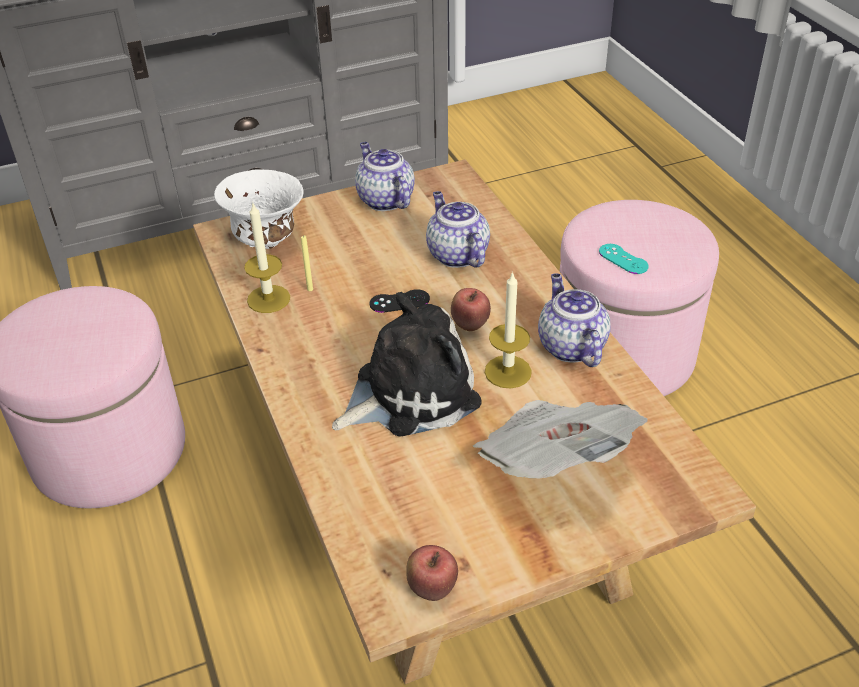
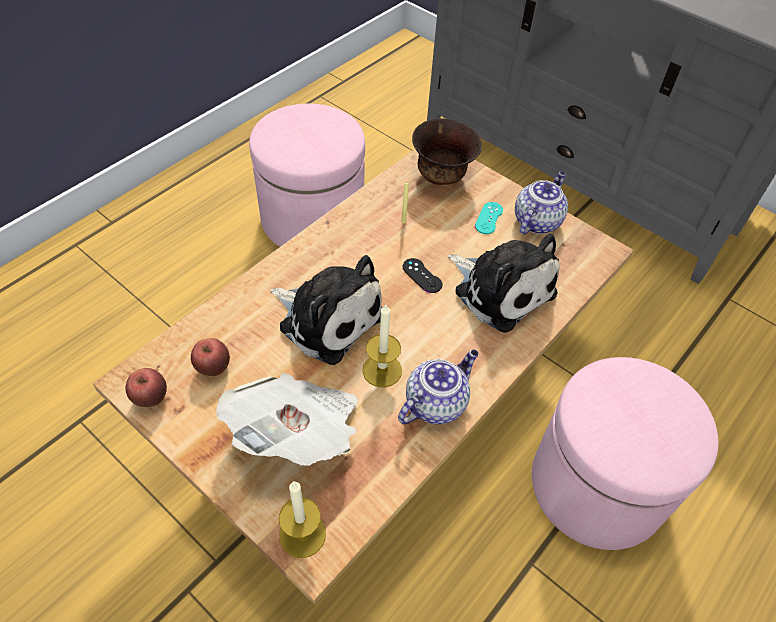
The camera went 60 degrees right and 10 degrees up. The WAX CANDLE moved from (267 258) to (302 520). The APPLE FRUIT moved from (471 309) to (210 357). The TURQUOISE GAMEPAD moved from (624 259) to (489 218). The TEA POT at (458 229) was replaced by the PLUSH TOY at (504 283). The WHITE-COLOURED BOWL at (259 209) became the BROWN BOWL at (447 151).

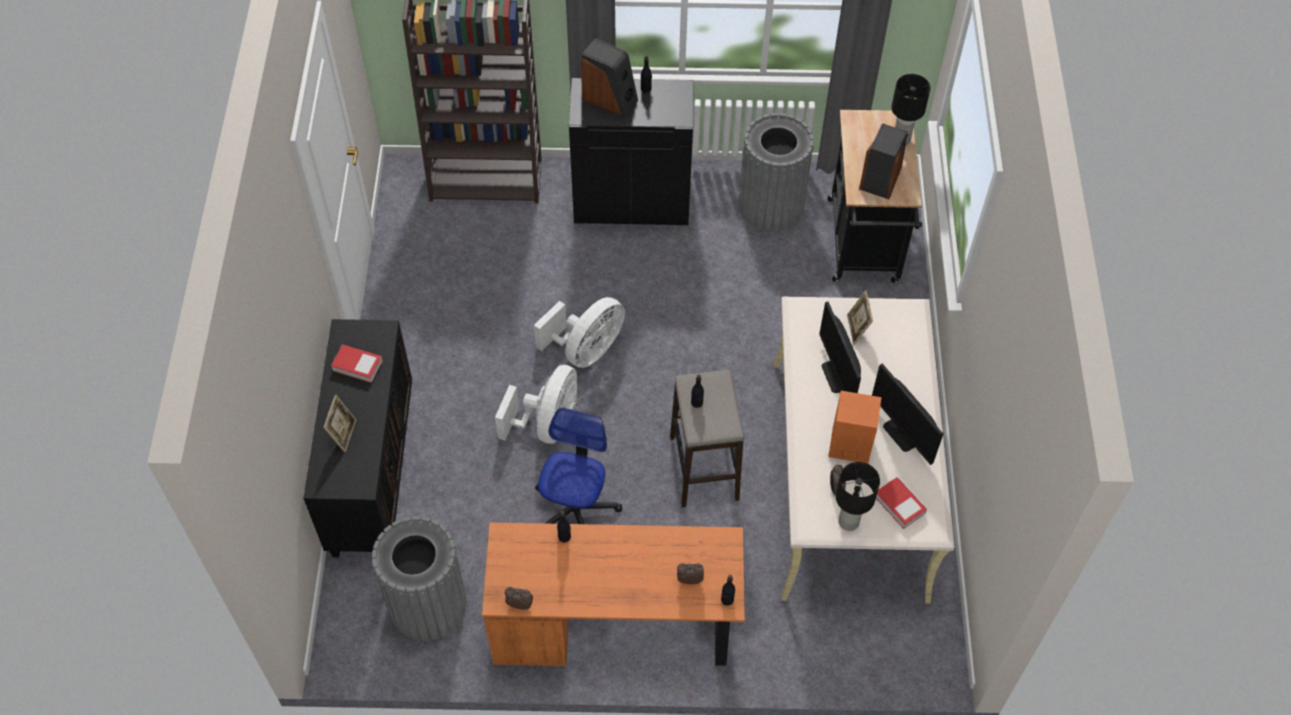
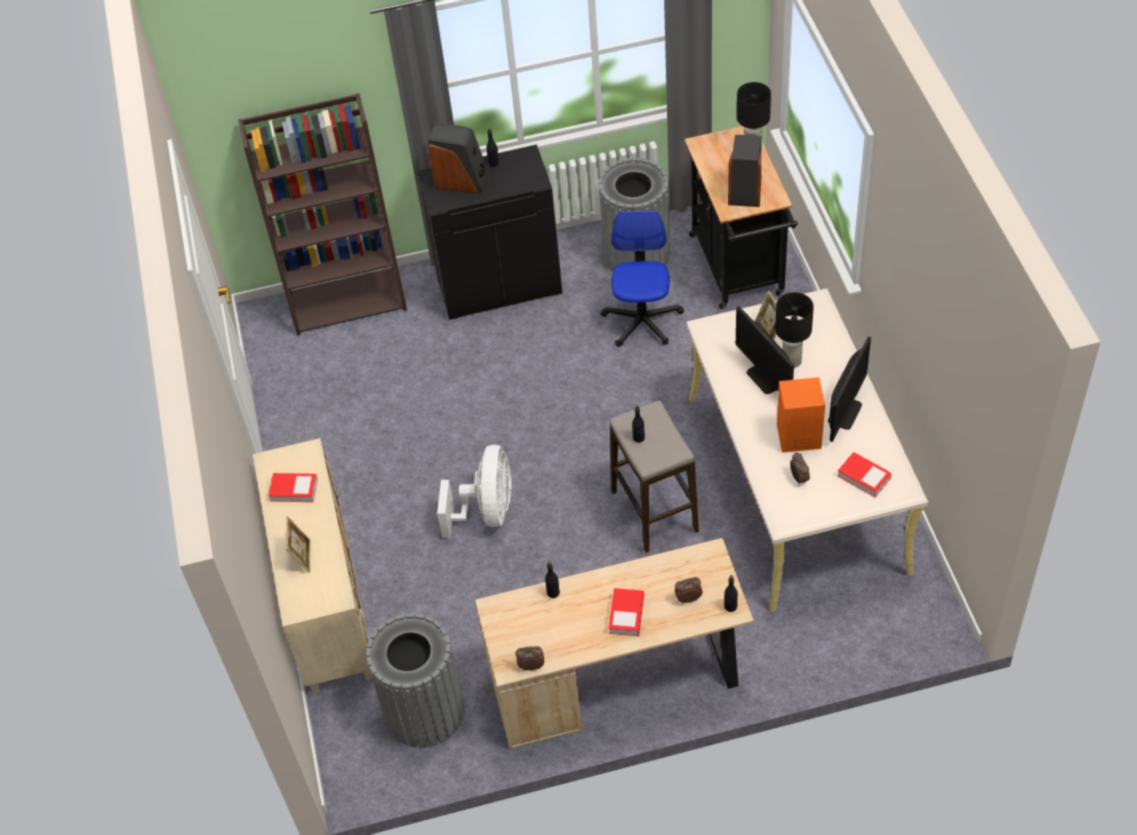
The camera went 10 degrees left and 5 degrees down. The WHITE-COLOURED FAN at (579 332) disappeared. The BOOK at (626 612) appeared. The COMPUTER CHAIR moved from (578 465) to (642 278). The BLACKISH TABLE LAMP moved from (858 496) to (794 330). The BLACKISH STORAGE CABINET at (357 438) became the SAND-COLOURED STORAGE CABINET at (312 566). The ORANGEY DESK at (613 594) became the SAND-COLOURED DESK at (614 643). The COMPUTER DISPLAY at (907 414) turned 105 degrees counterclockwise.

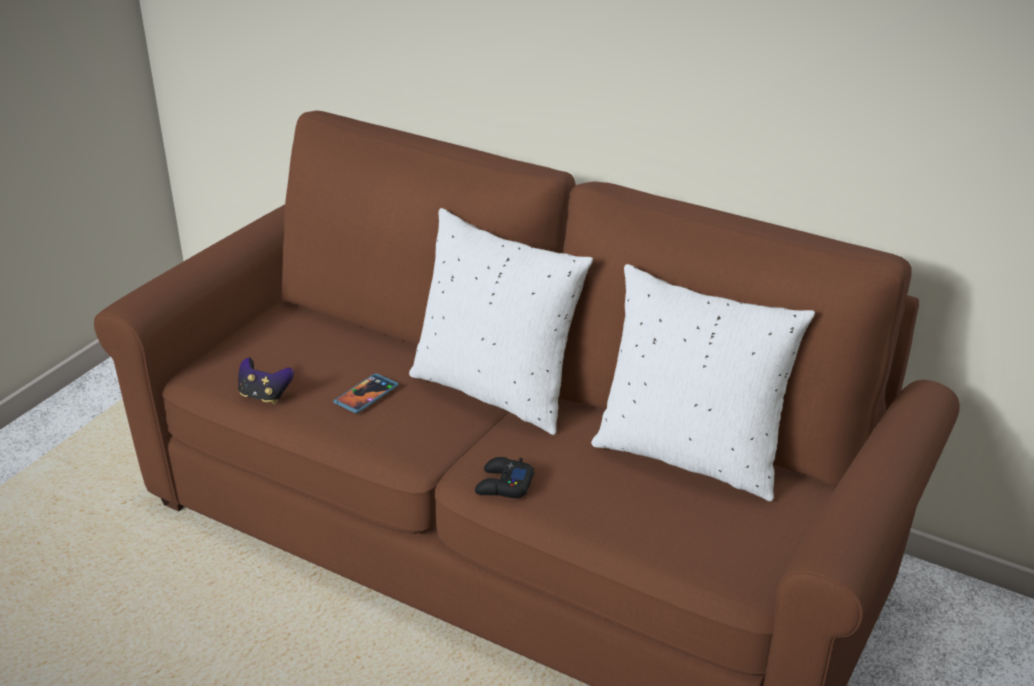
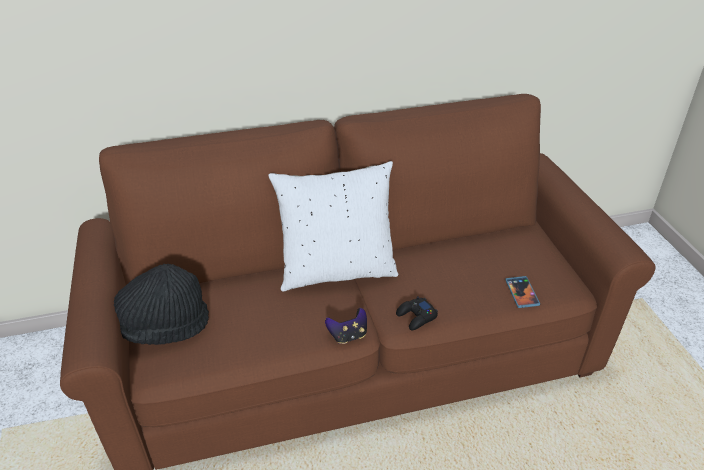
The camera went 45 degrees left and 5 degrees up. The WHITE-COLOURED PILLOW at (703 382) disappeared. The BLACKISH WEARABLE HAT at (161 304) appeared. The GAMEPAD moved from (266 381) to (346 326). The PHONE moved from (366 393) to (522 292).

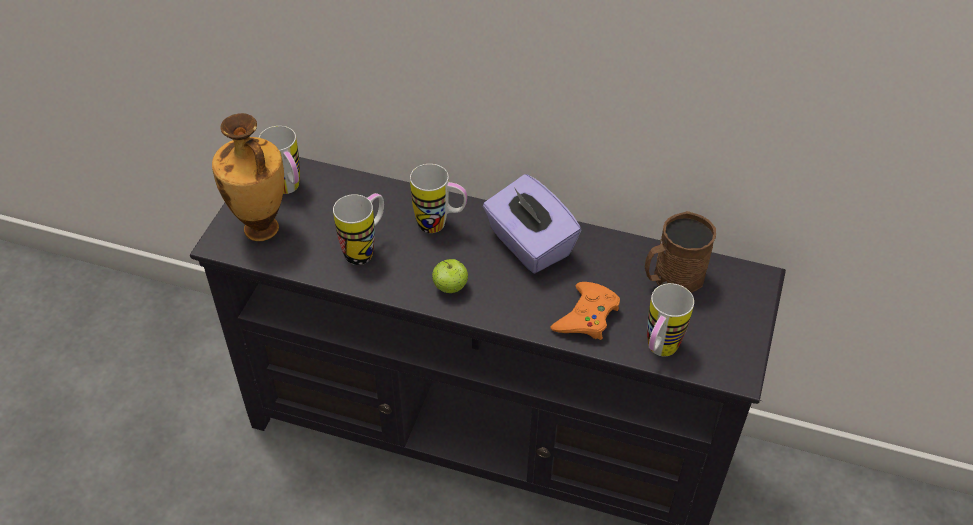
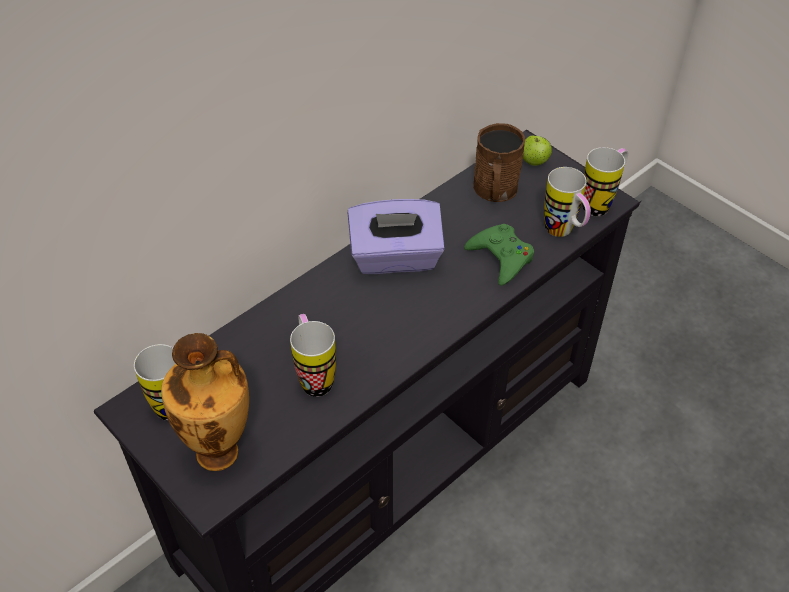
The camera went 60 degrees left and 0 degrees up. The COFFEE MUG moved from (438 198) to (605 181). The APPLE FRUIT moved from (450 276) to (537 151). The ORANGEY GAMEPAD at (585 311) became the GREEN-COLOURED GAMEPAD at (499 255).

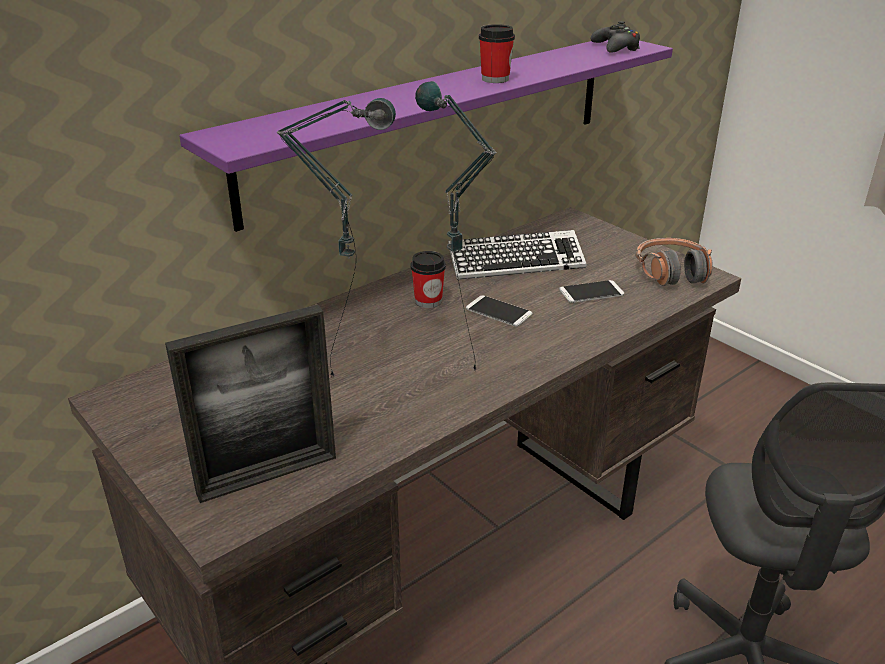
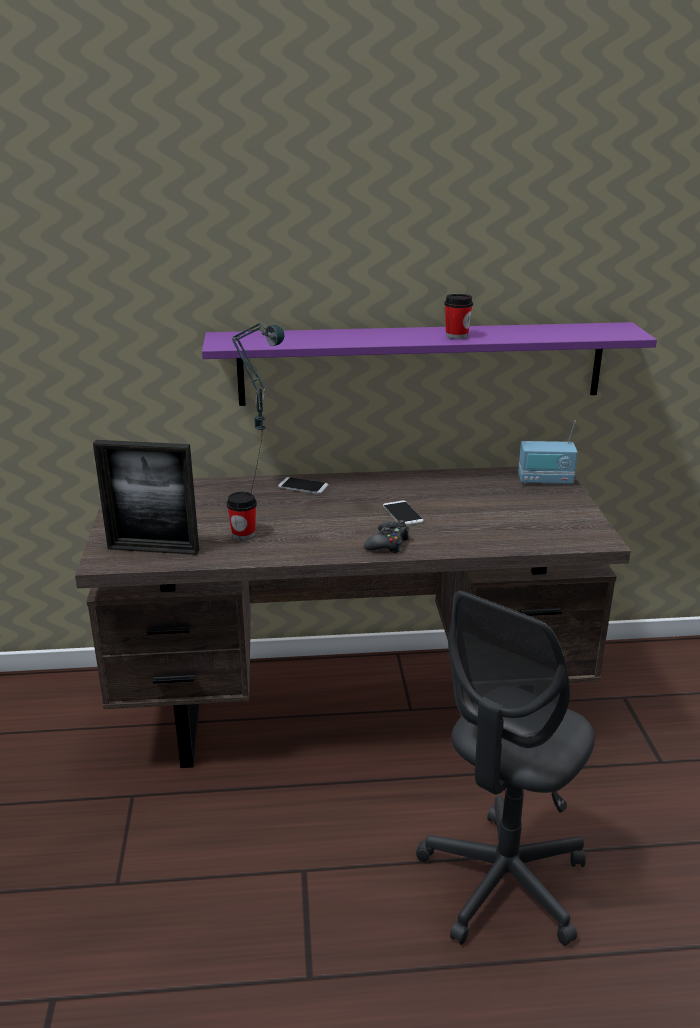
The camera went 35 degrees right and 5 degrees down. The TABLE LAMP at (456 226) disappeared. The COMPUTER KEYBOARD at (517 255) disappeared. The HEADSET at (674 262) disappeared. The RADIO at (548 453) appeared. The CUP moved from (428 279) to (242 516). The PHONE moved from (591 291) to (303 485). The BLACKISH GAMEPAD moved from (615 37) to (387 536).

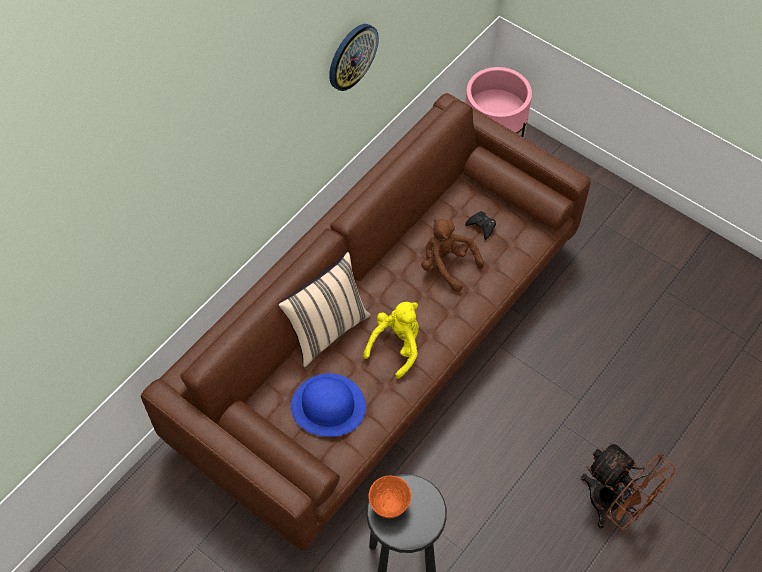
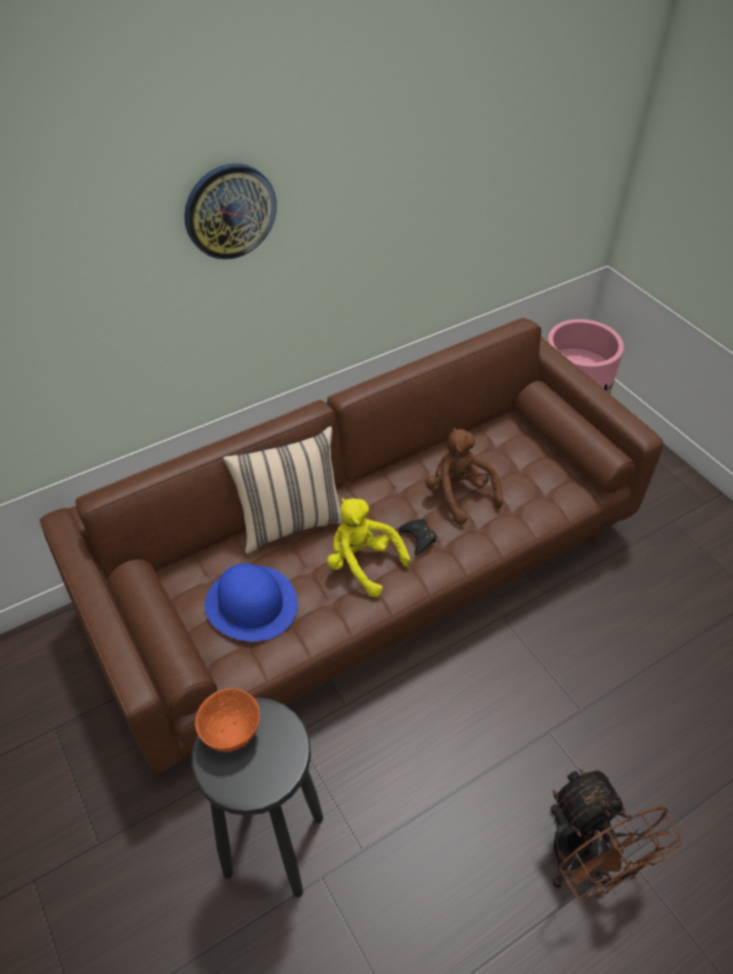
The camera went 20 degrees right and 10 degrees down. The HANGING CLOCK moved from (354 57) to (230 211). The BLACKISH GAMEPAD moved from (480 225) to (417 537). The YELLOW-COLOURED PLUSH TOY at (391 340) turned 105 degrees counterclockwise.

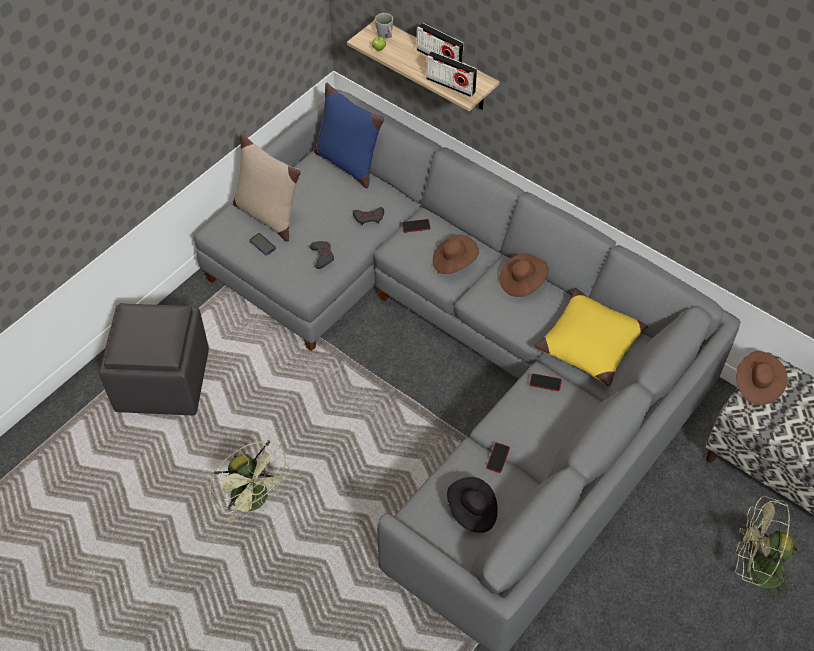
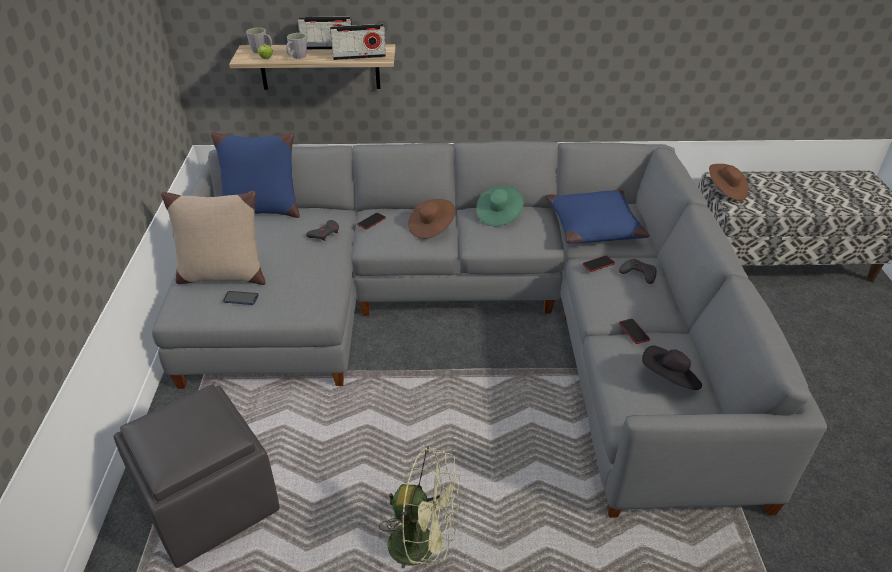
The camera went 40 degrees left and 15 degrees down. The GREEN-COLOURED FAN at (767 549) disappeared. The GREY COFFEE MUG at (296 46) appeared. The GREY GAMEPAD moved from (322 255) to (638 271). The BROWN WEARABLE HAT at (524 275) became the GREEN-COLOURED WEARABLE HAT at (500 206). The YELLOW-COLOURED PILLOW at (591 337) became the BLUE PILLOW at (597 216).

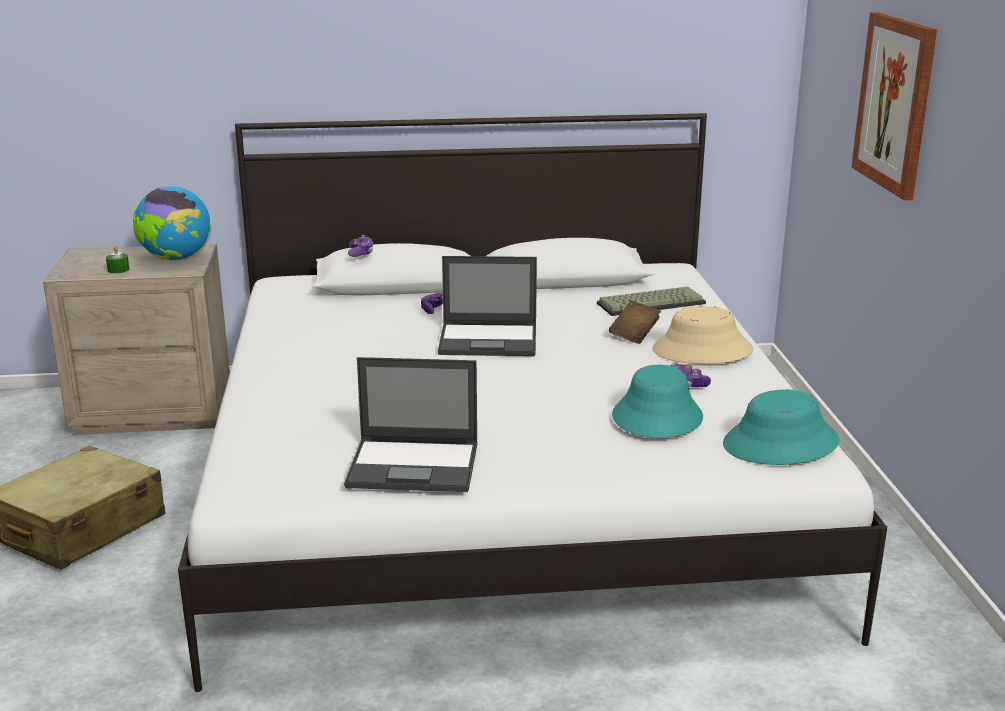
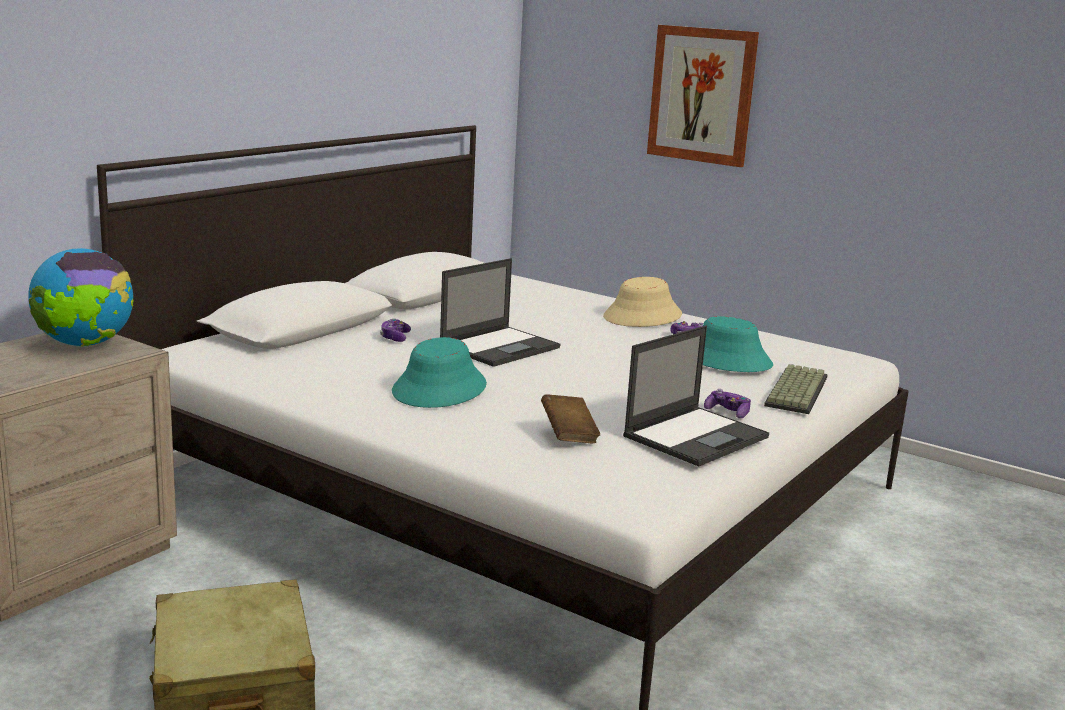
The camera went 50 degrees left and 5 degrees down. The GREEN-COLOURED WAX CANDLE at (117 259) disappeared. The GAMEPAD moved from (360 246) to (727 403). The COMPUTER KEYBOARD moved from (651 301) to (796 389). The BROWN BOOK moved from (635 322) to (570 418). The TURQUOISE WEARABLE HAT moved from (781 427) to (439 372).

